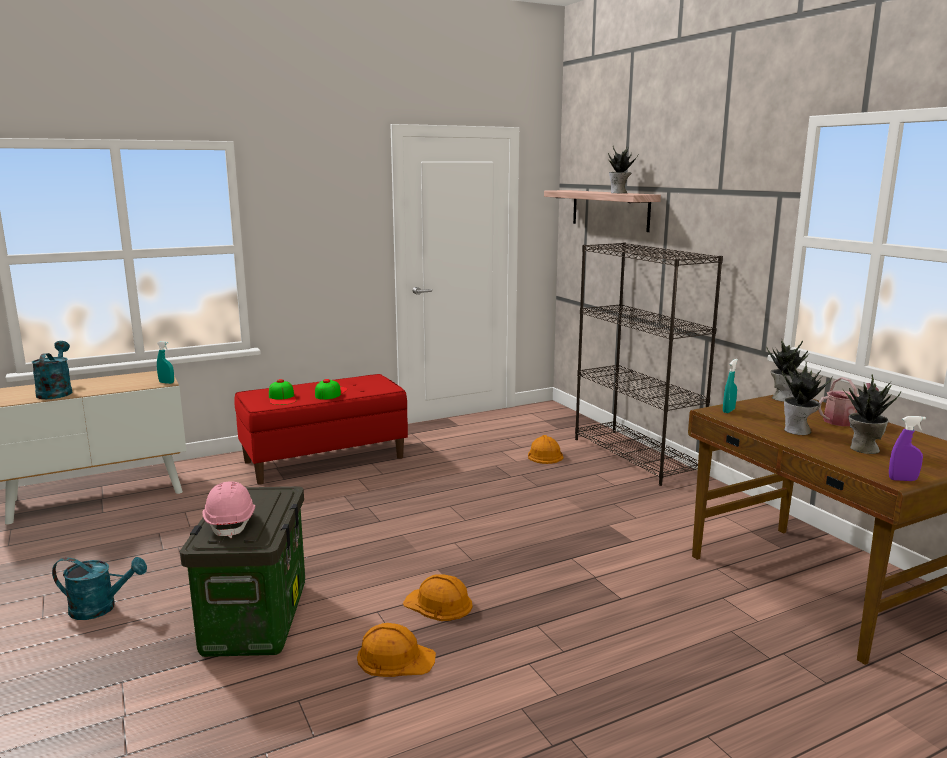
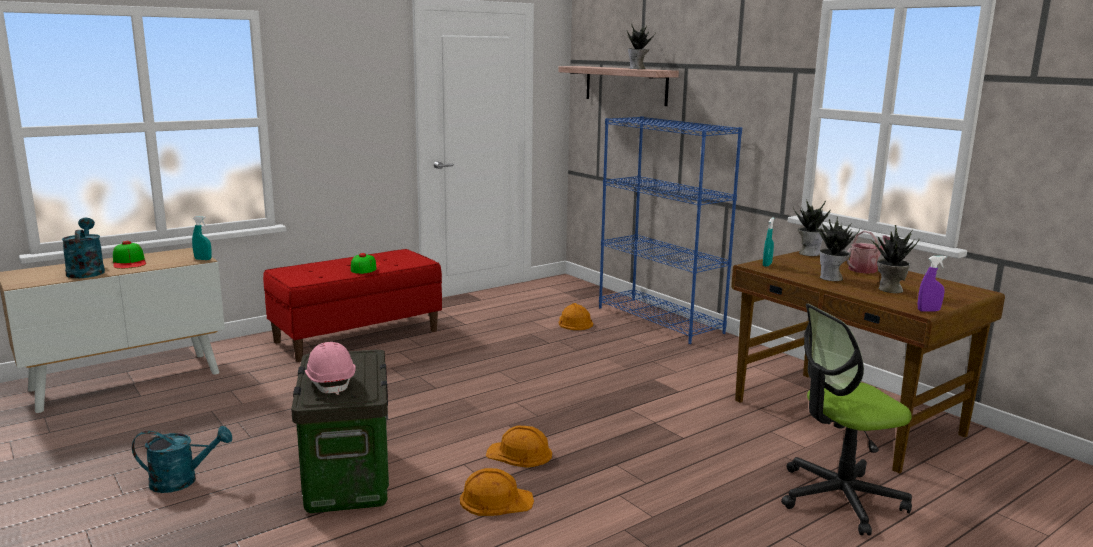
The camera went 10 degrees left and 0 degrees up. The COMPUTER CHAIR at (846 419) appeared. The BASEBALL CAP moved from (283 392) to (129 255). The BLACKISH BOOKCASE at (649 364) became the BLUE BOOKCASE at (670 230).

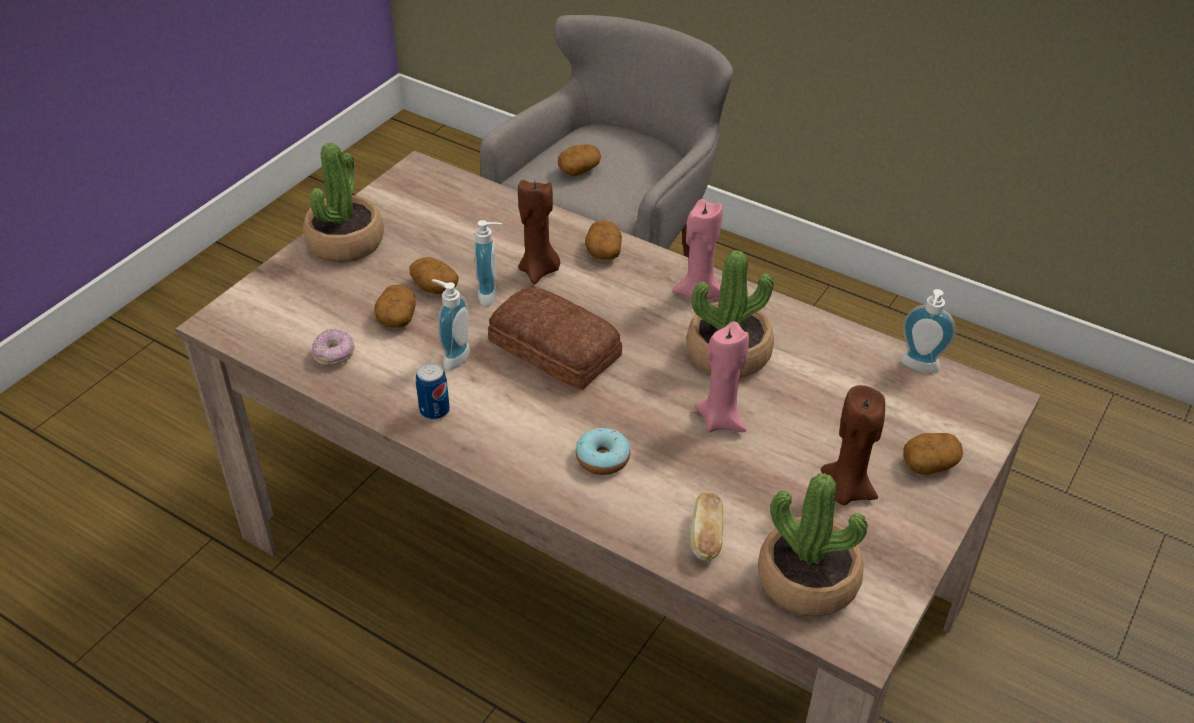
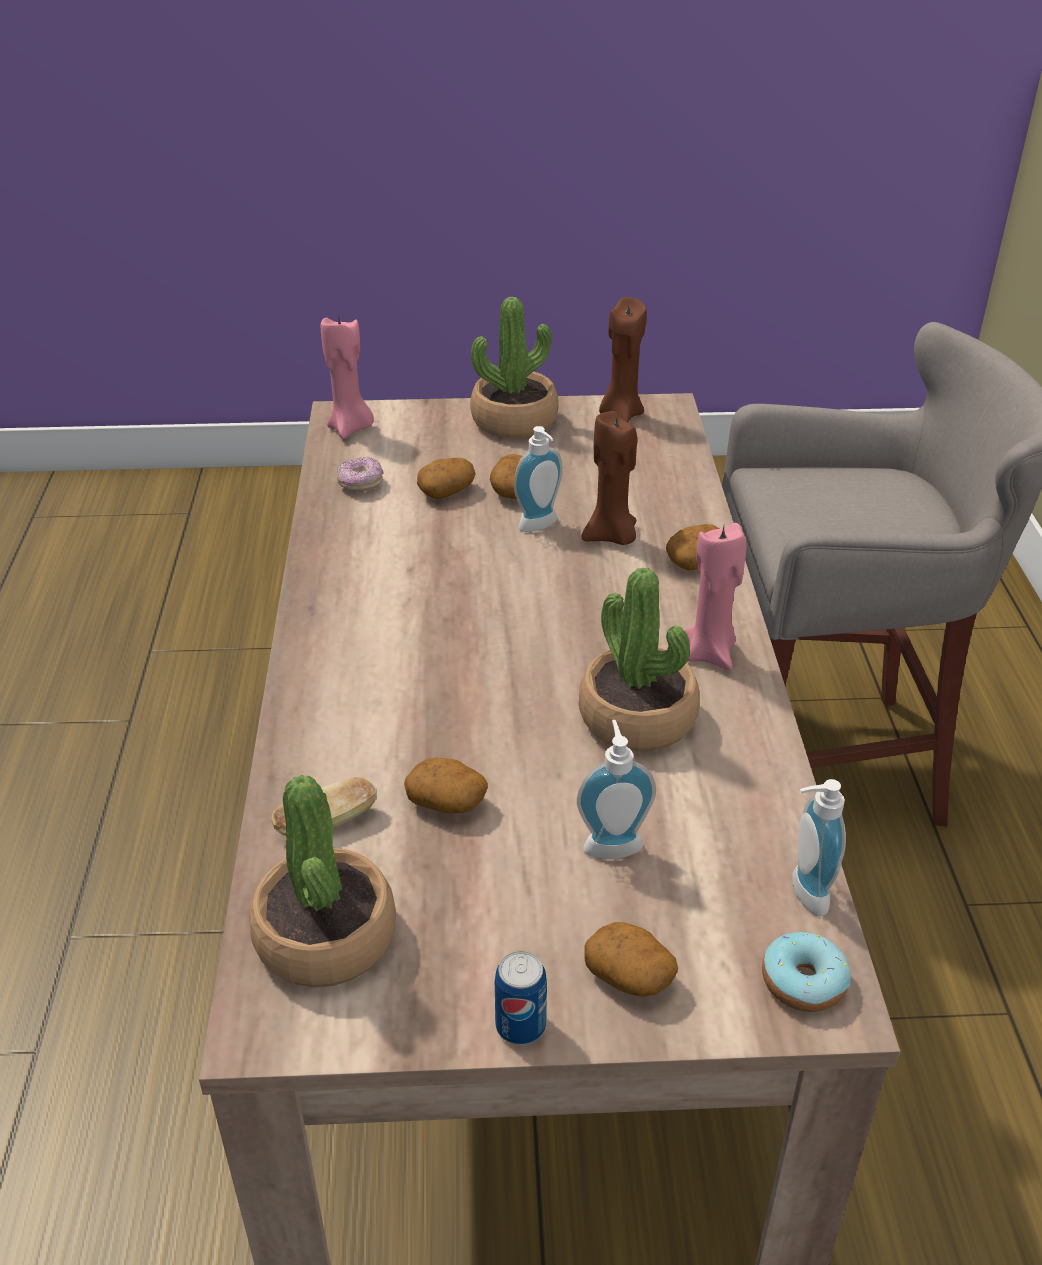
The camera went 55 degrees right and 5 degrees down. The BAKERY BREAD at (555 338) disappeared. The SEALED CAN moved from (433 391) to (521 998). The SOAP BOTTLE moved from (451 324) to (616 789). The SPUD moved from (579 160) to (446 785). The DOUGHNUT moved from (603 451) to (806 972). The PINKISH WAX CANDLE moved from (721 376) to (347 378). The BROWN WAX CANDLE moved from (853 445) to (623 359).

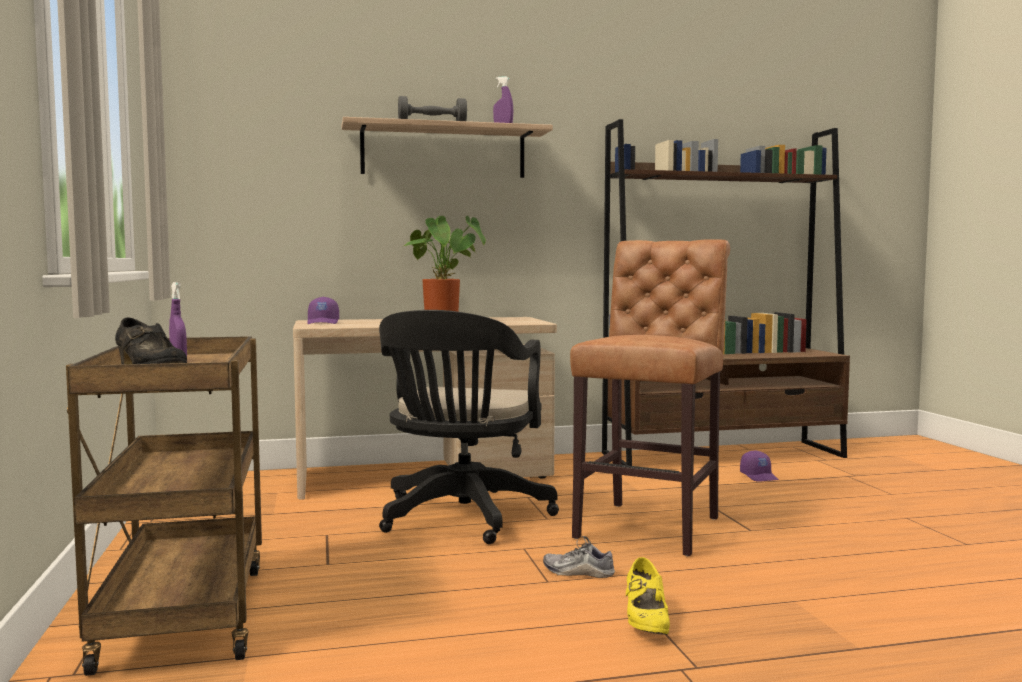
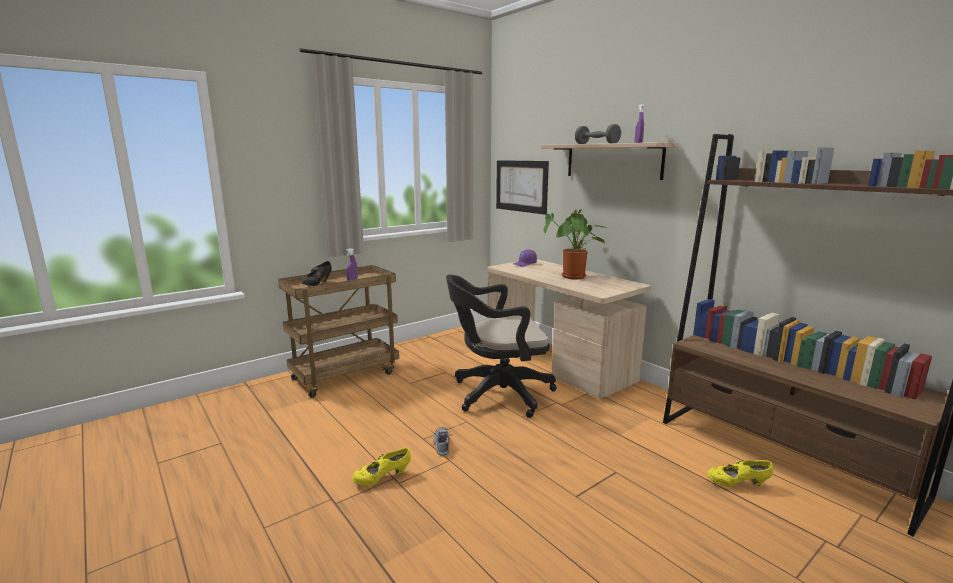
The camera went 65 degrees right and 10 degrees up. The BROWN SITTING STOOL at (650 397) disappeared. The PICTURE at (522 187) appeared. The PURPLE BASEBALL CAP at (759 466) was replaced by the YELLOW-COLOURED LOW SHOE at (740 473).

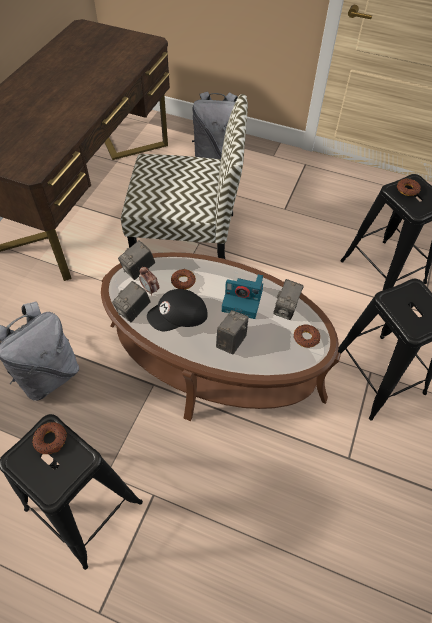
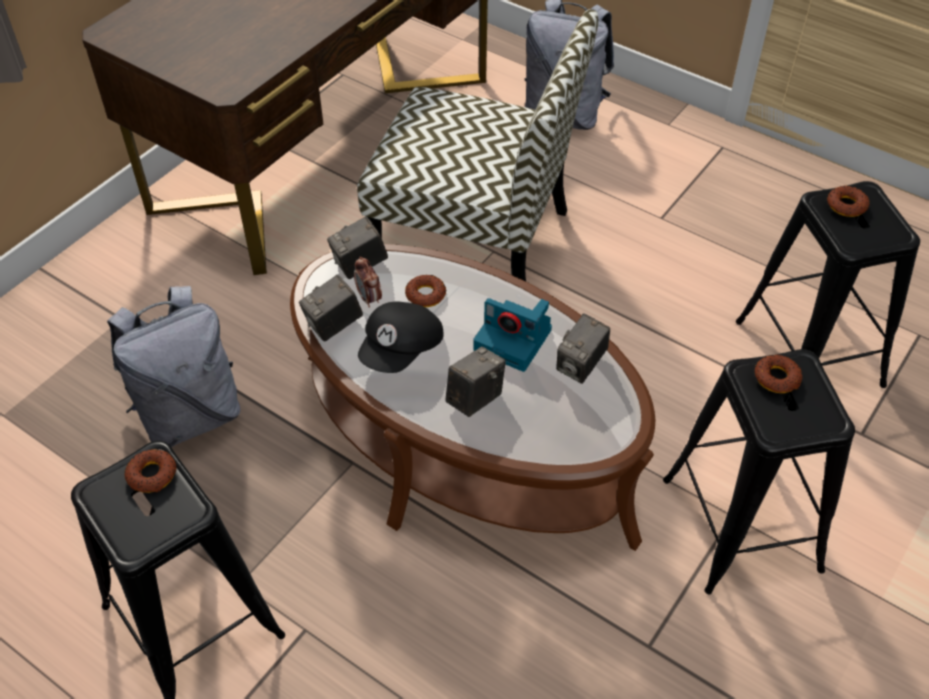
The camera went 15 degrees right and 5 degrees down. The DOUGHNUT moved from (307 336) to (778 374). The BLACKISH BASEBALL CAP at (177 310) turned 45 degrees counterclockwise.

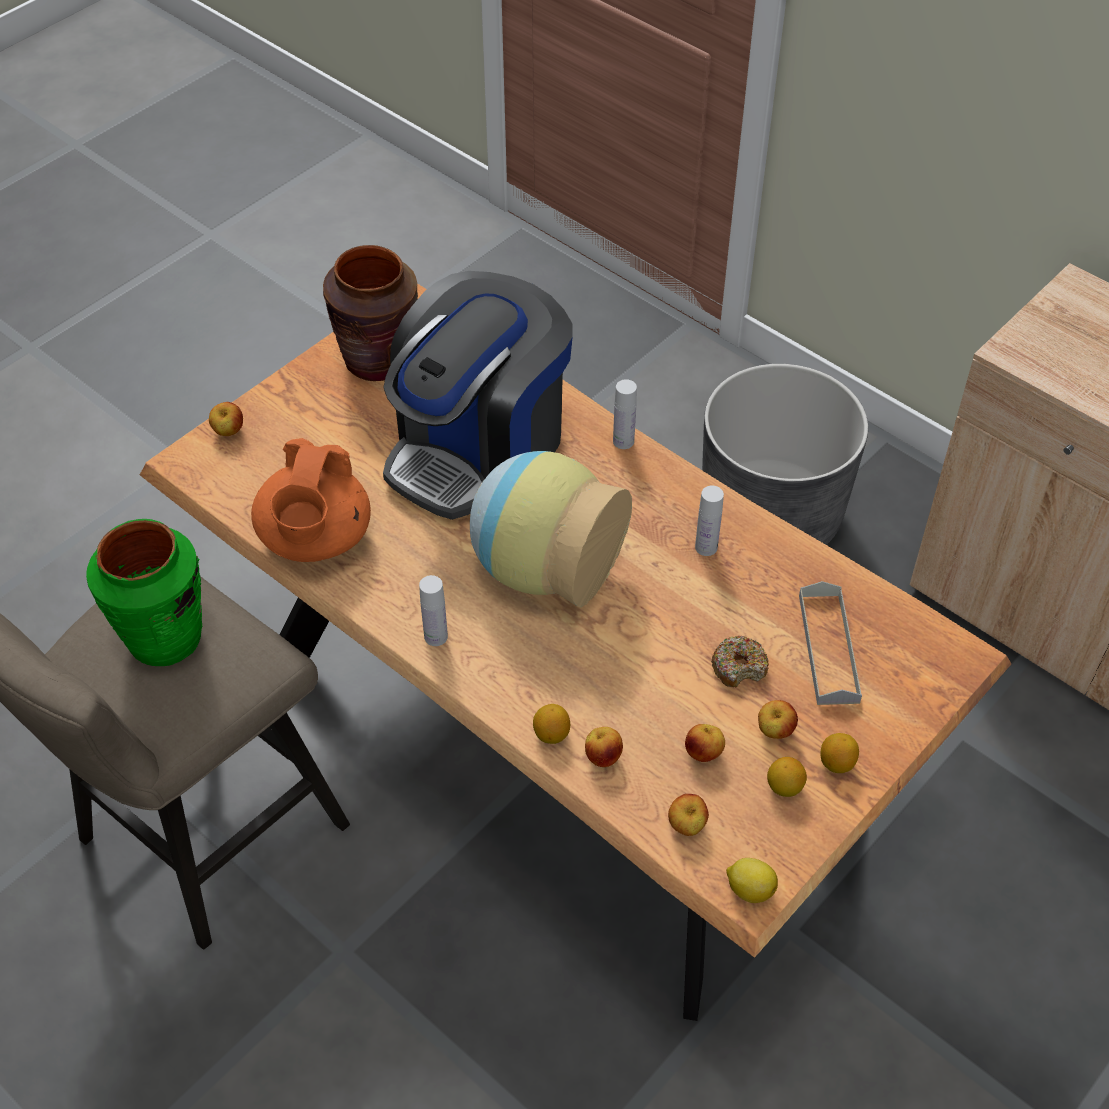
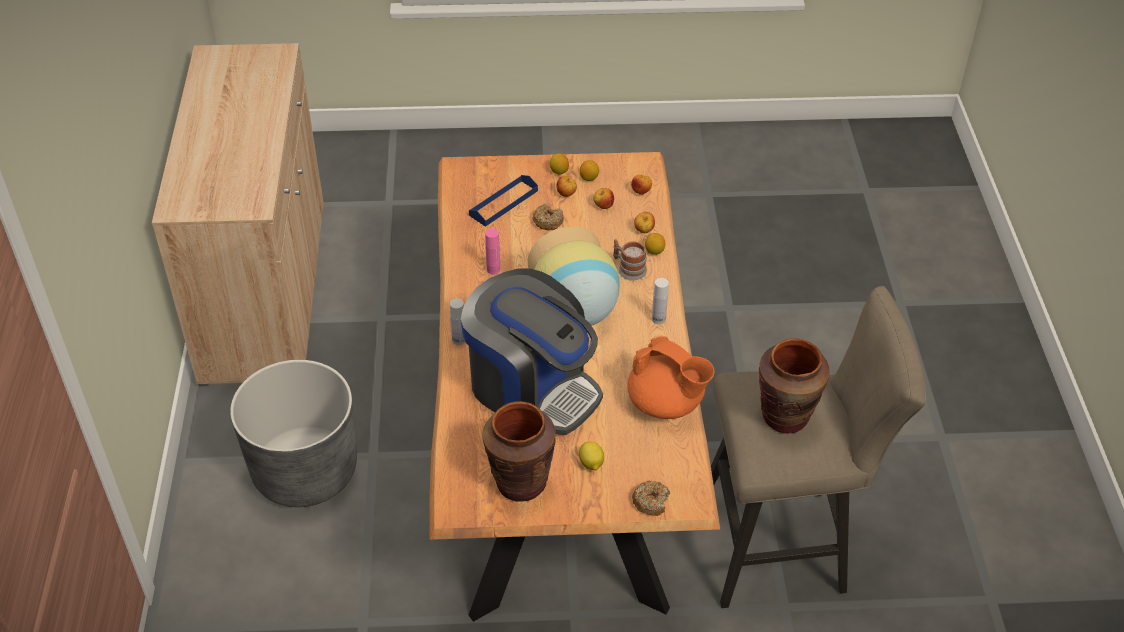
The camera went 135 degrees left and 5 degrees down. The COFFEE MUG at (630 260) appeared. The WHOLE LEMON moved from (752 880) to (591 456). The APPLE FRUIT at (226 419) was replaced by the DOUGHNUT at (651 498). The GREEN-COLOURED FLOWER VASE at (144 592) became the BROWN FLOWER VASE at (794 386). The WHITE-COLOURED BEVERAGE BOTTLE at (709 521) became the PINKISH BEVERAGE BOTTLE at (492 251). The GREY TRAY at (830 643) became the BLUE TRAY at (503 201). The ORANGEY TEA POT at (311 500) turned 75 degrees clockwise. The COFFEE MACHINE at (478 395) turned 45 degrees clockwise.

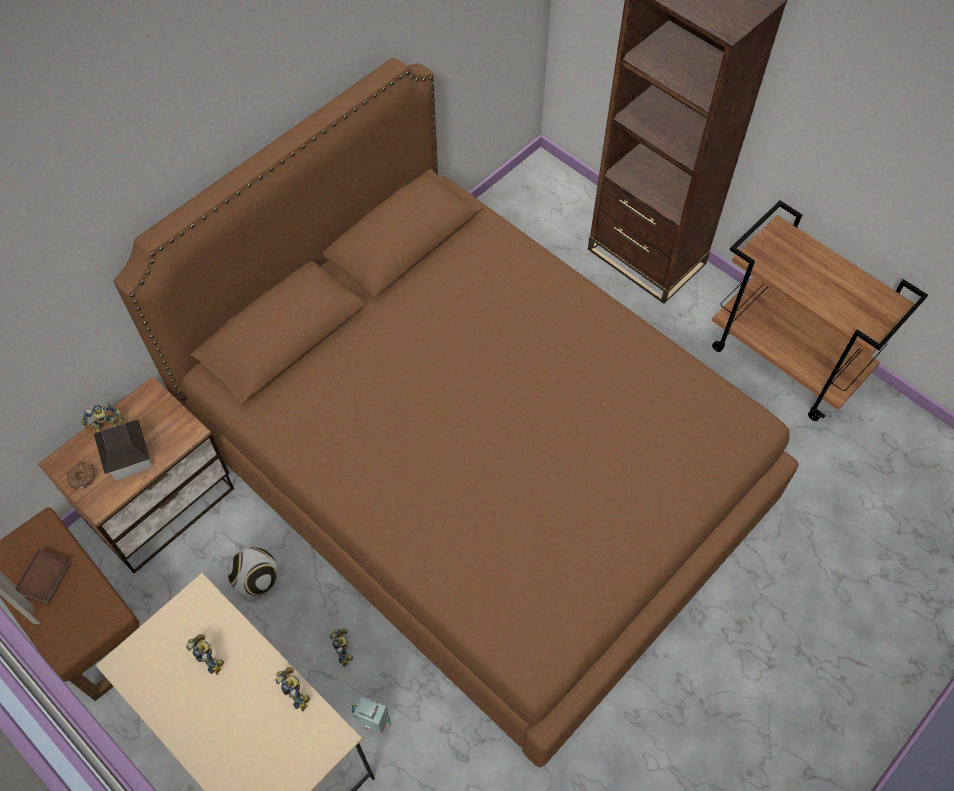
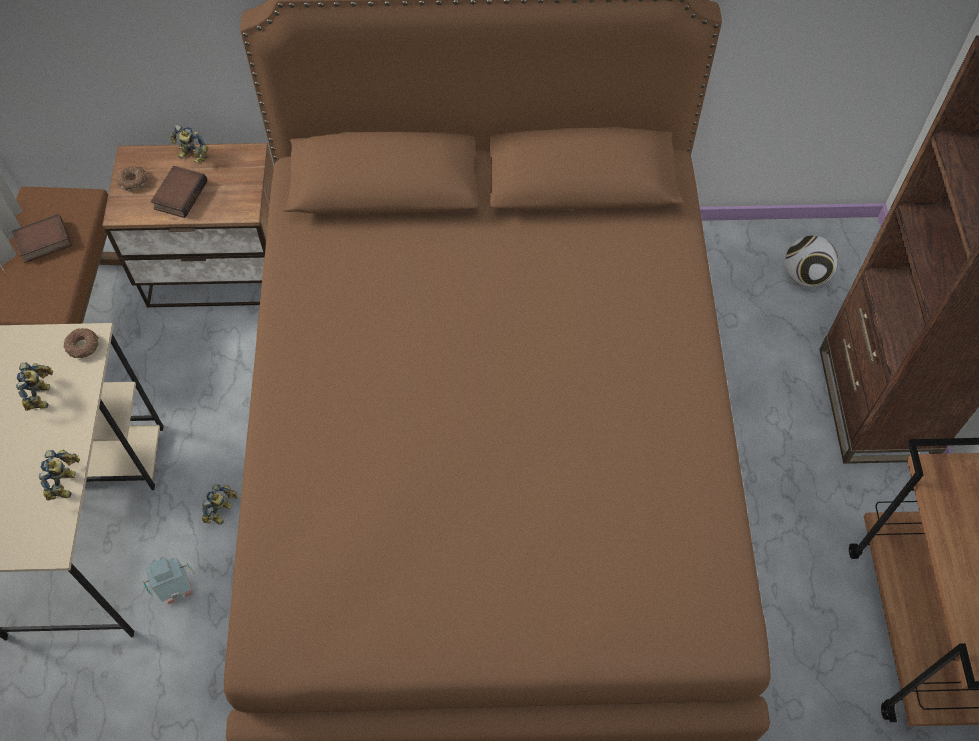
The camera went 45 degrees right and 0 degrees up. The DOUGHNUT at (81 343) appeared. The FOOTBALL moved from (253 572) to (811 261). The MODEL HOUSE at (123 450) was replaced by the BOOK at (179 192). The MODEL ROBOT at (371 715) turned 90 degrees counterclockwise.

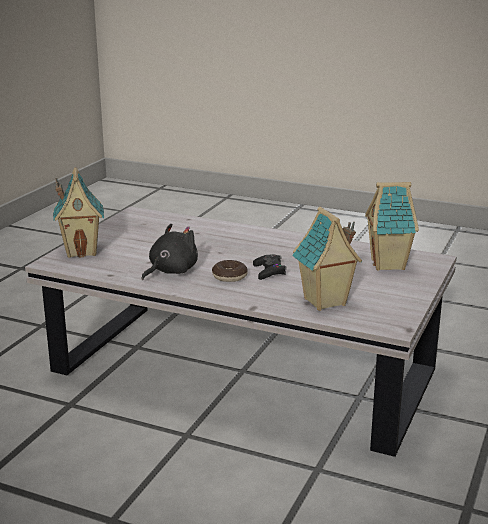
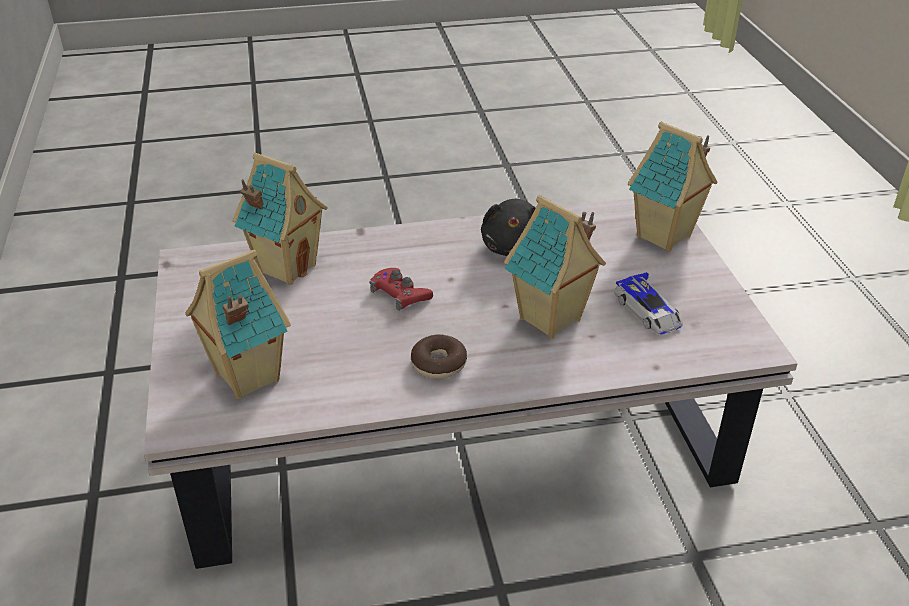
The camera went 145 degrees right and 15 degrees up. The MODEL HOUSE at (555 267) appeared. The MINIATURE CAR at (648 303) appeared. The DOUGHNUT moved from (230 271) to (439 356). The BLACKISH GAMEPAD at (270 267) became the REDDISH GAMEPAD at (401 289).

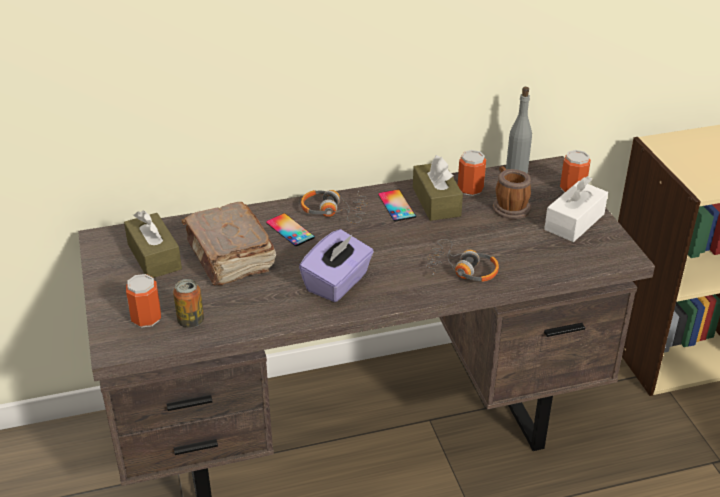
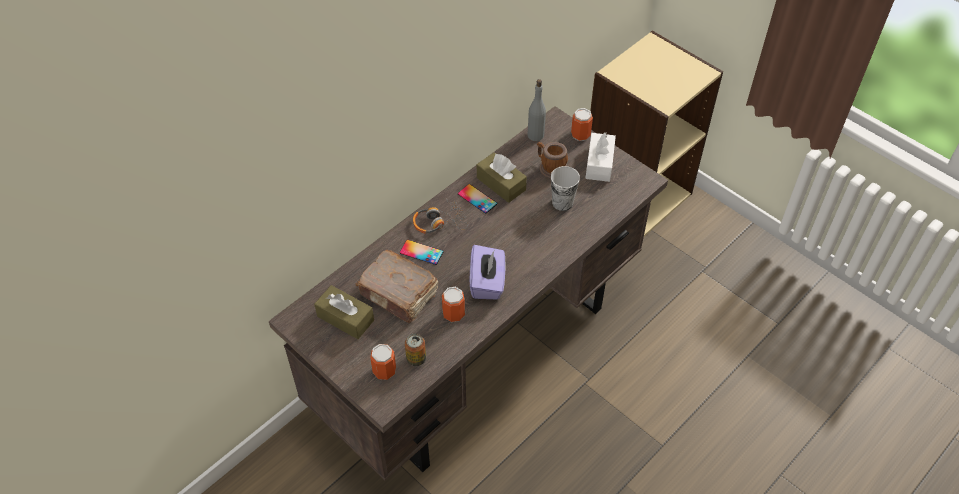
The camera went 30 degrees left and 15 degrees up. The HEADSET at (462 260) disappeared. The CUP at (565 188) appeared. The SEALED CAN moved from (472 173) to (453 304).

